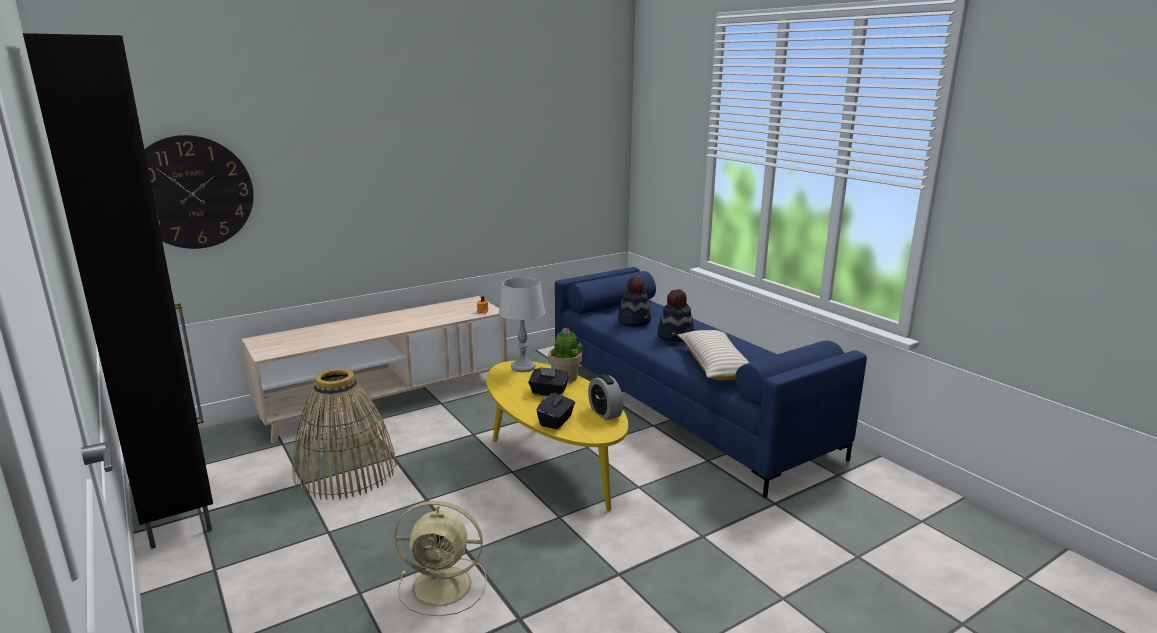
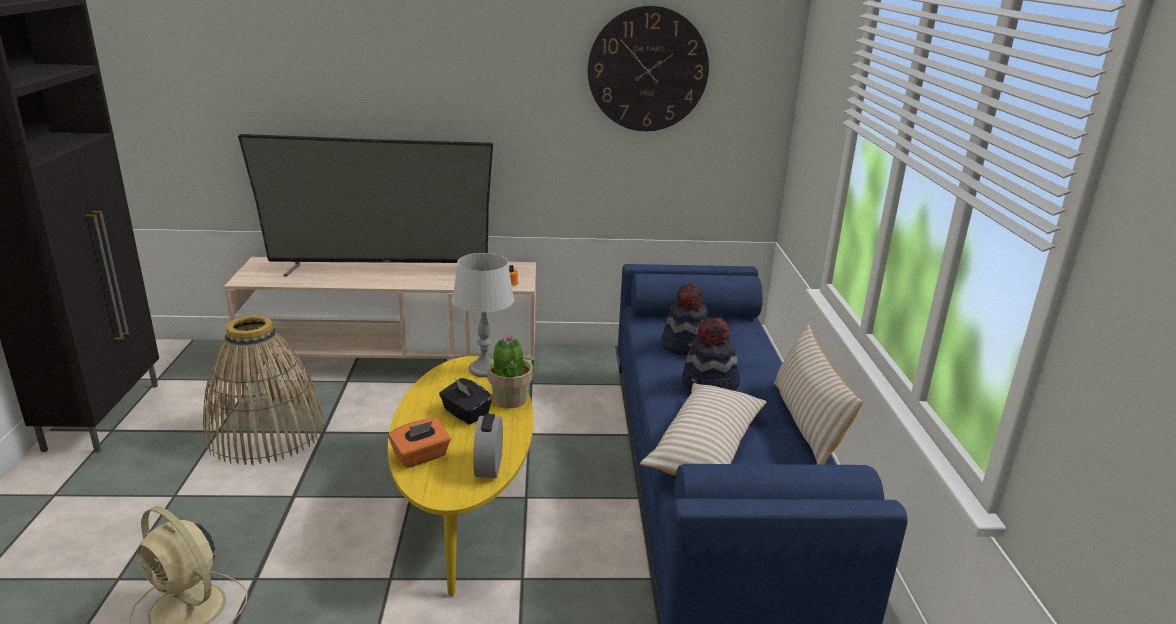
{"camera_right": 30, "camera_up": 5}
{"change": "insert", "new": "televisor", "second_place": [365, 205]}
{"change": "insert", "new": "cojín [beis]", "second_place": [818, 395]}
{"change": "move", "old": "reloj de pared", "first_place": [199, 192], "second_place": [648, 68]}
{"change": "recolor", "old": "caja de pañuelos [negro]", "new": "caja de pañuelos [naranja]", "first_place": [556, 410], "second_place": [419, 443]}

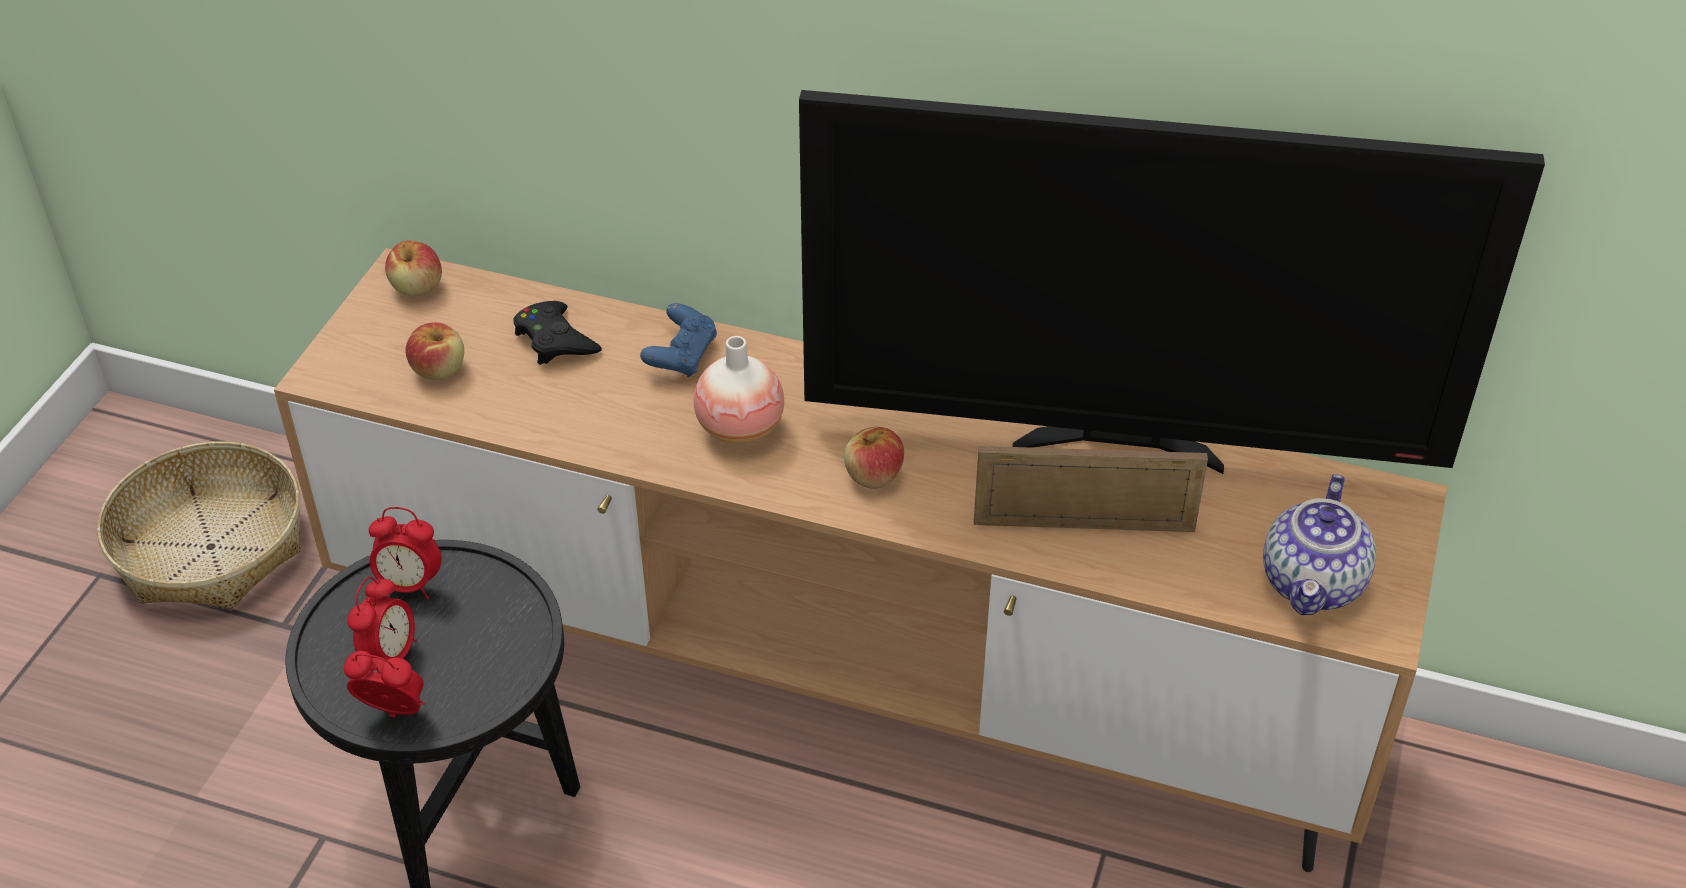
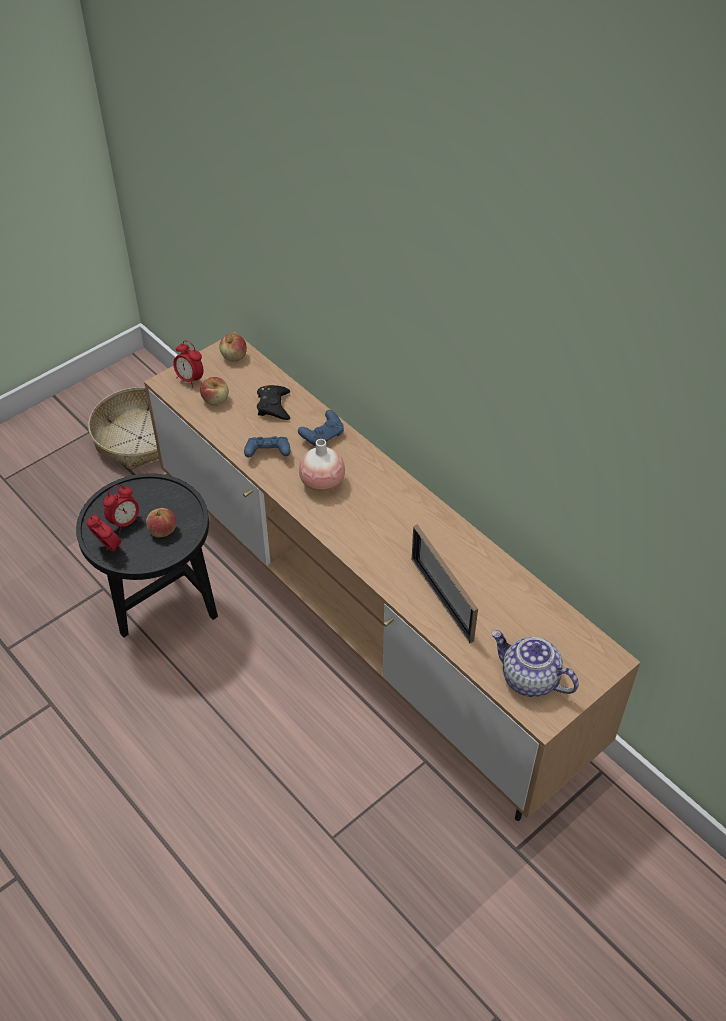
{"camera_right": 30, "camera_up": 5}
{"change": "delete", "old": "televisor", "first_place": [1172, 282]}
{"change": "insert", "new": "mando de consola [azul]", "second_place": [267, 446]}
{"change": "move", "old": "despertador", "first_place": [405, 553], "second_place": [188, 364]}
{"change": "move", "old": "manzana", "first_place": [874, 458], "second_place": [161, 523]}
{"change": "rotate", "old": "portarretratos", "first_place": [1091, 489], "second_place": [445, 583], "degrees": -150}
{"change": "rotate", "old": "tetera", "first_place": [1319, 544], "second_place": [535, 663], "degrees": 75}

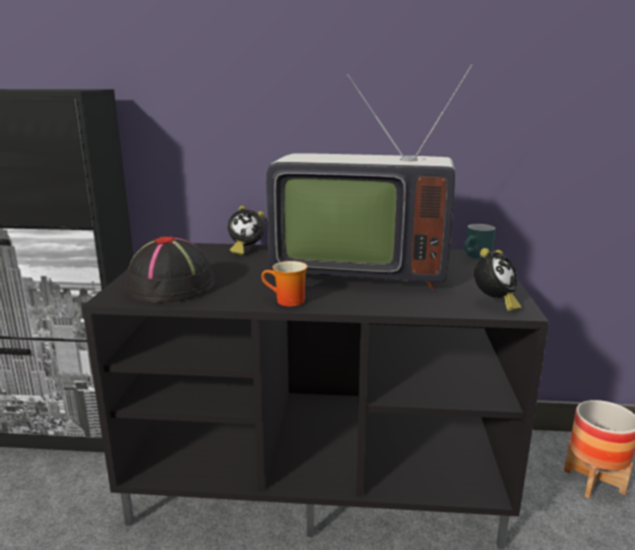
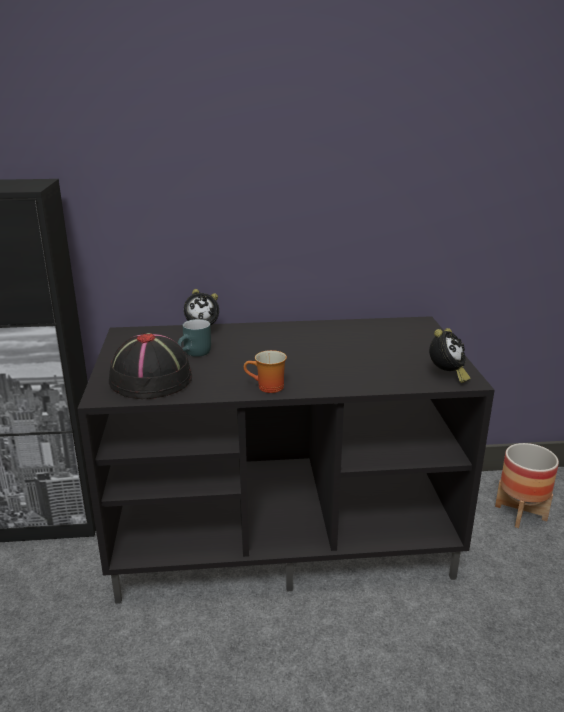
{"camera_right": -10, "camera_up": 5}
{"change": "delete", "old": "televisor", "first_place": [369, 177]}
{"change": "move", "old": "taza grande [turquesa]", "first_place": [480, 241], "second_place": [194, 338]}

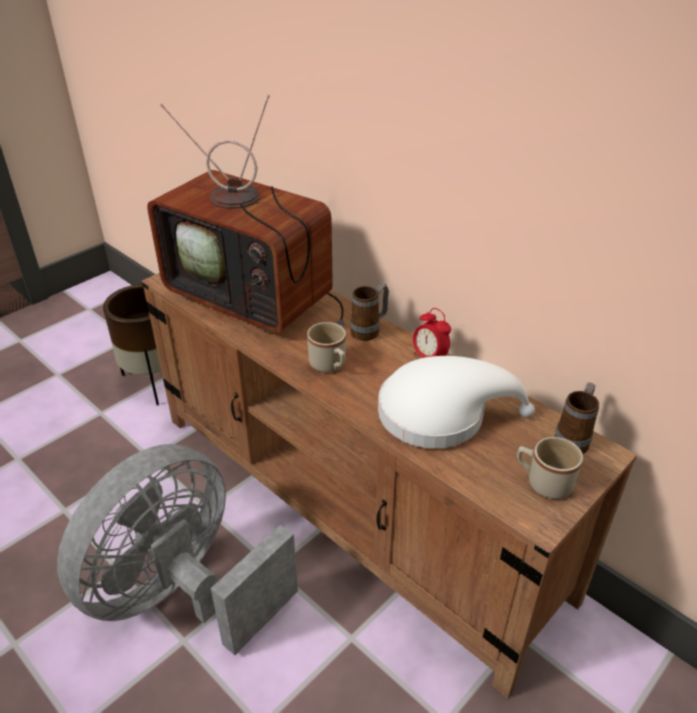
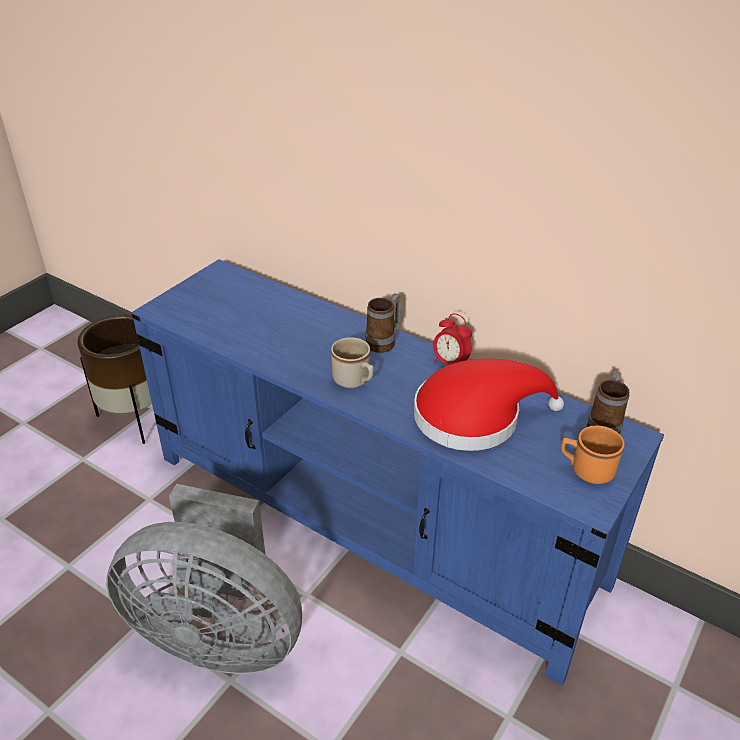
{"camera_right": -10, "camera_up": 0}
{"change": "delete", "old": "televisor", "first_place": [245, 214]}
{"change": "recolor", "old": "mueble de televisión [marrón]", "new": "mueble de televisión [azul]", "first_place": [389, 486], "second_place": [397, 472]}
{"change": "recolor", "old": "sombrero [blanco]", "new": "sombrero [rojo]", "first_place": [456, 402], "second_place": [489, 405]}
{"change": "recolor", "old": "taza grande [beis]", "new": "taza grande [naranja]", "first_place": [550, 468], "second_place": [593, 455]}
{"change": "rotate", "old": "ventilador [gris]", "first_place": [177, 549], "second_place": [204, 579], "degrees": -105}

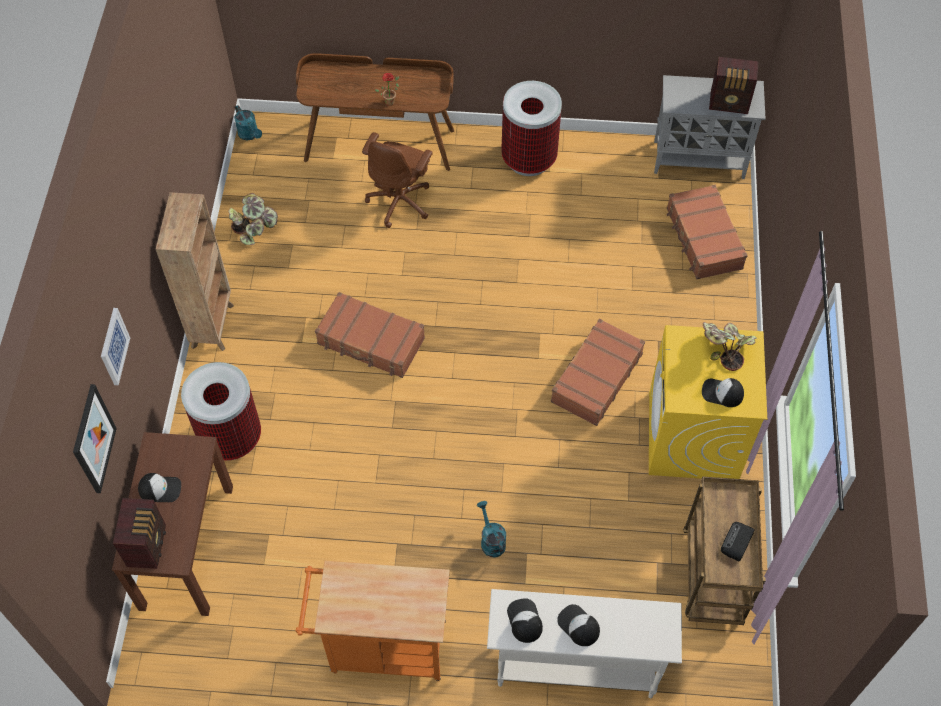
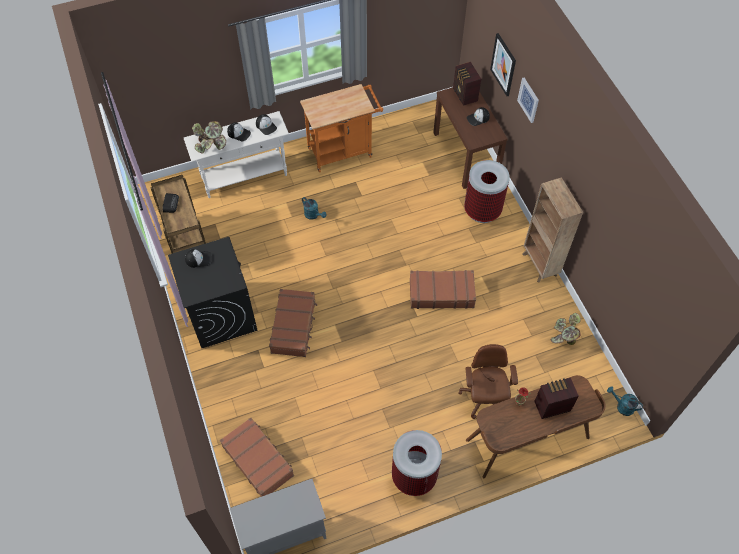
{"camera_right": 155, "camera_up": 0}
{"change": "move", "old": "planta en maceta", "first_place": [730, 346], "second_place": [209, 137]}
{"change": "move", "old": "radio", "first_place": [733, 85], "second_place": [556, 398]}
{"change": "recolor", "old": "lavadora [amarillo]", "new": "lavadora [negro]", "first_place": [708, 402], "second_place": [212, 292]}

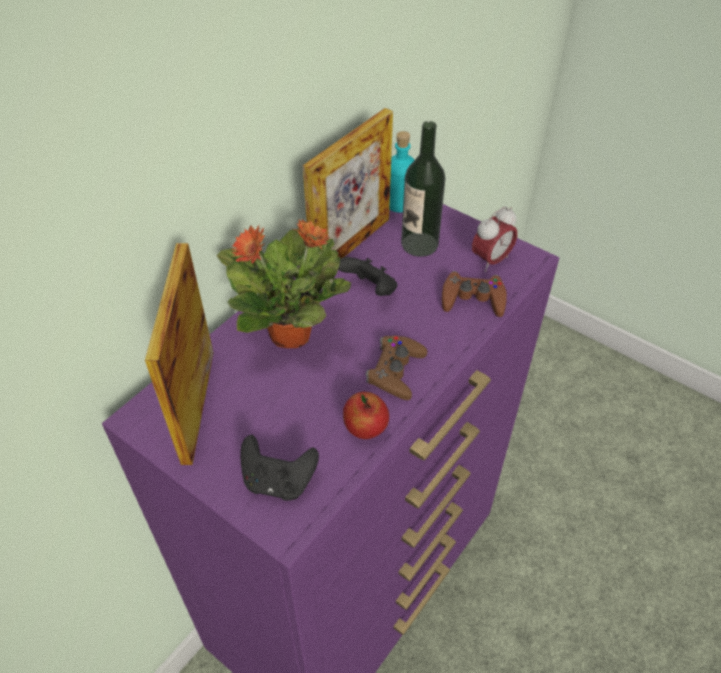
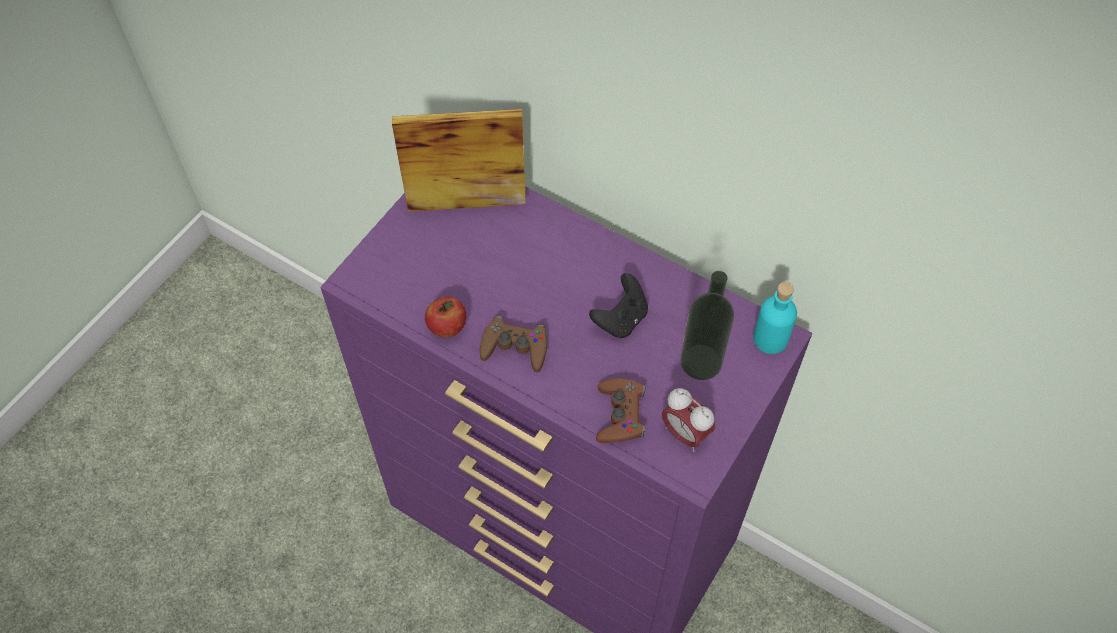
{"camera_right": 85, "camera_up": 10}
{"change": "delete", "old": "planta en maceta", "first_place": [284, 283]}
{"change": "delete", "old": "mando de consola [negro]", "first_place": [279, 468]}
{"change": "delete", "old": "portarretratos", "first_place": [348, 183]}

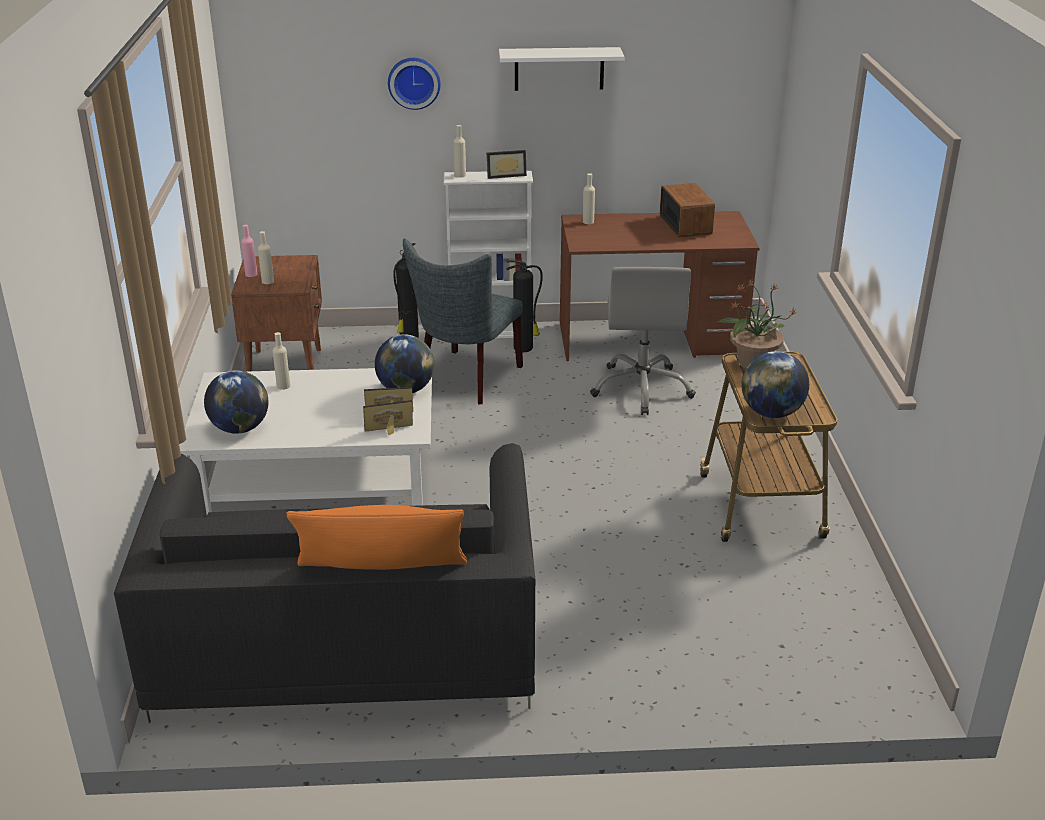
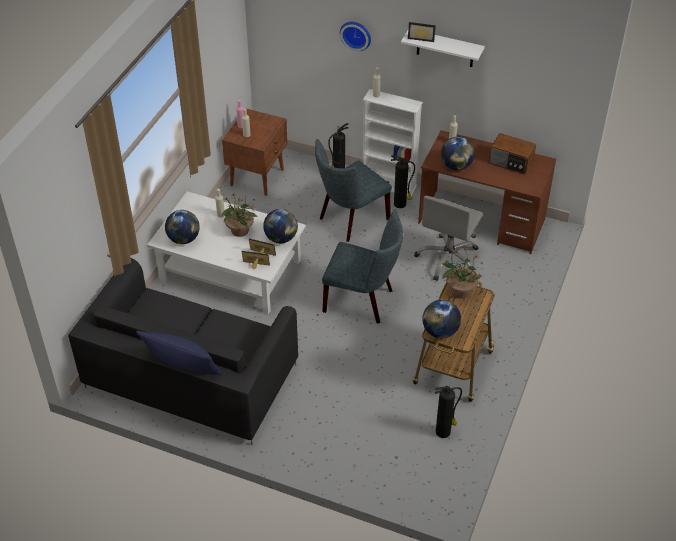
{"camera_right": 25, "camera_up": 15}
{"change": "insert", "new": "planta en maceta", "second_place": [240, 215]}
{"change": "insert", "new": "silla [gris]", "second_place": [362, 267]}
{"change": "insert", "new": "extintor", "second_place": [448, 412]}
{"change": "insert", "new": "globo terráqueo", "second_place": [458, 153]}
{"change": "move", "old": "portarretratos", "first_place": [507, 164], "second_place": [422, 32]}
{"change": "recolor", "old": "cojín [naranja]", "new": "cojín [azul]", "first_place": [376, 537], "second_place": [178, 353]}
{"change": "rotate", "old": "radio", "first_place": [687, 210], "second_place": [512, 153], "degrees": 105}

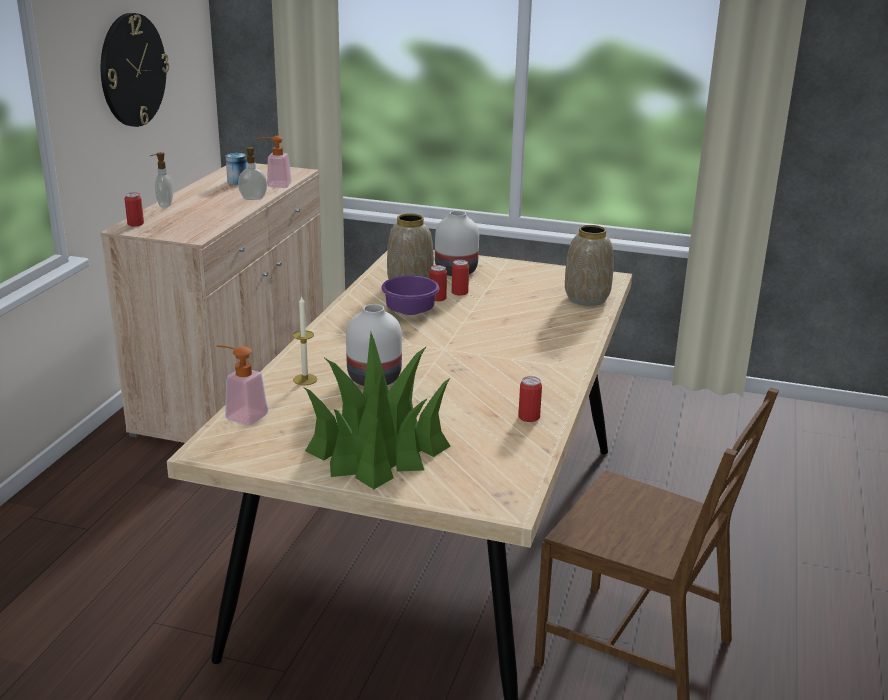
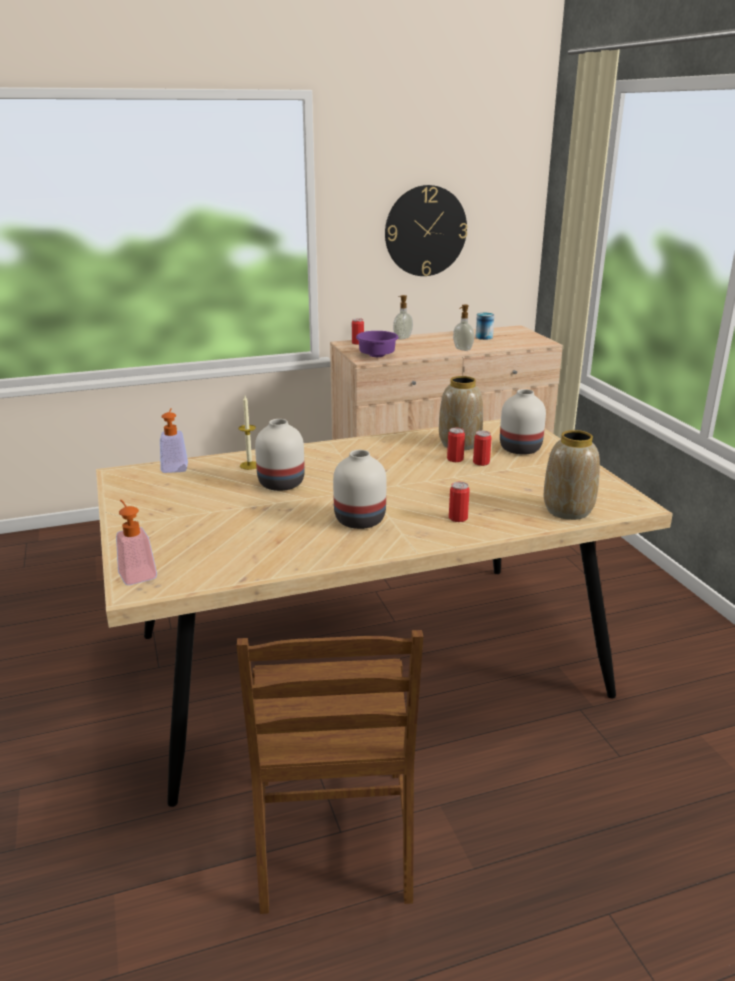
{"camera_right": 55, "camera_up": 0}
{"change": "delete", "old": "planta en maceta", "first_place": [376, 410]}
{"change": "insert", "new": "florero [blanco]", "second_place": [359, 489]}
{"change": "move", "old": "dispensador de jabón", "first_place": [274, 162], "second_place": [136, 542]}
{"change": "move", "old": "cuenco [morado]", "first_place": [410, 295], "second_place": [377, 344]}
{"change": "move", "old": "lata", "first_place": [530, 399], "second_place": [459, 502]}

